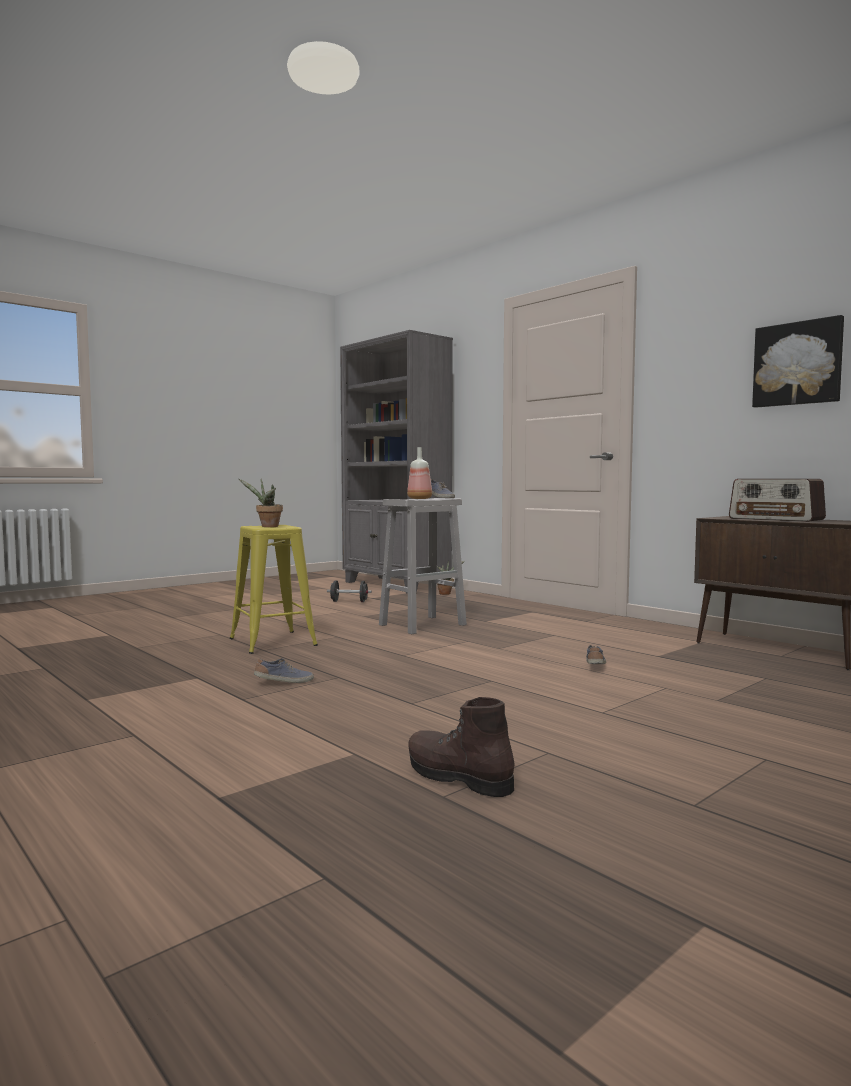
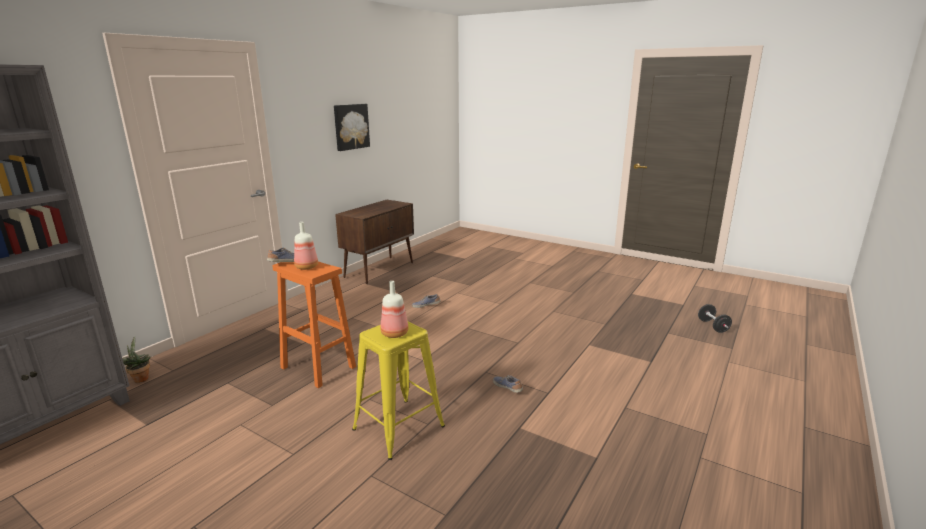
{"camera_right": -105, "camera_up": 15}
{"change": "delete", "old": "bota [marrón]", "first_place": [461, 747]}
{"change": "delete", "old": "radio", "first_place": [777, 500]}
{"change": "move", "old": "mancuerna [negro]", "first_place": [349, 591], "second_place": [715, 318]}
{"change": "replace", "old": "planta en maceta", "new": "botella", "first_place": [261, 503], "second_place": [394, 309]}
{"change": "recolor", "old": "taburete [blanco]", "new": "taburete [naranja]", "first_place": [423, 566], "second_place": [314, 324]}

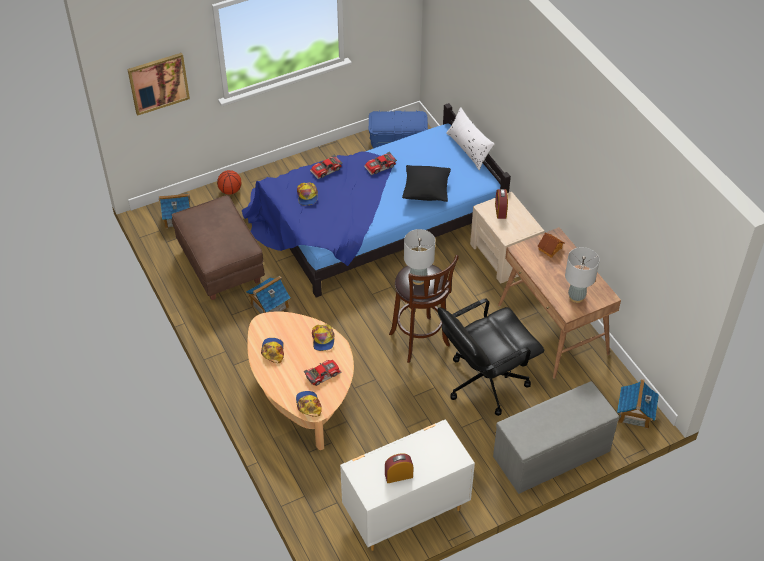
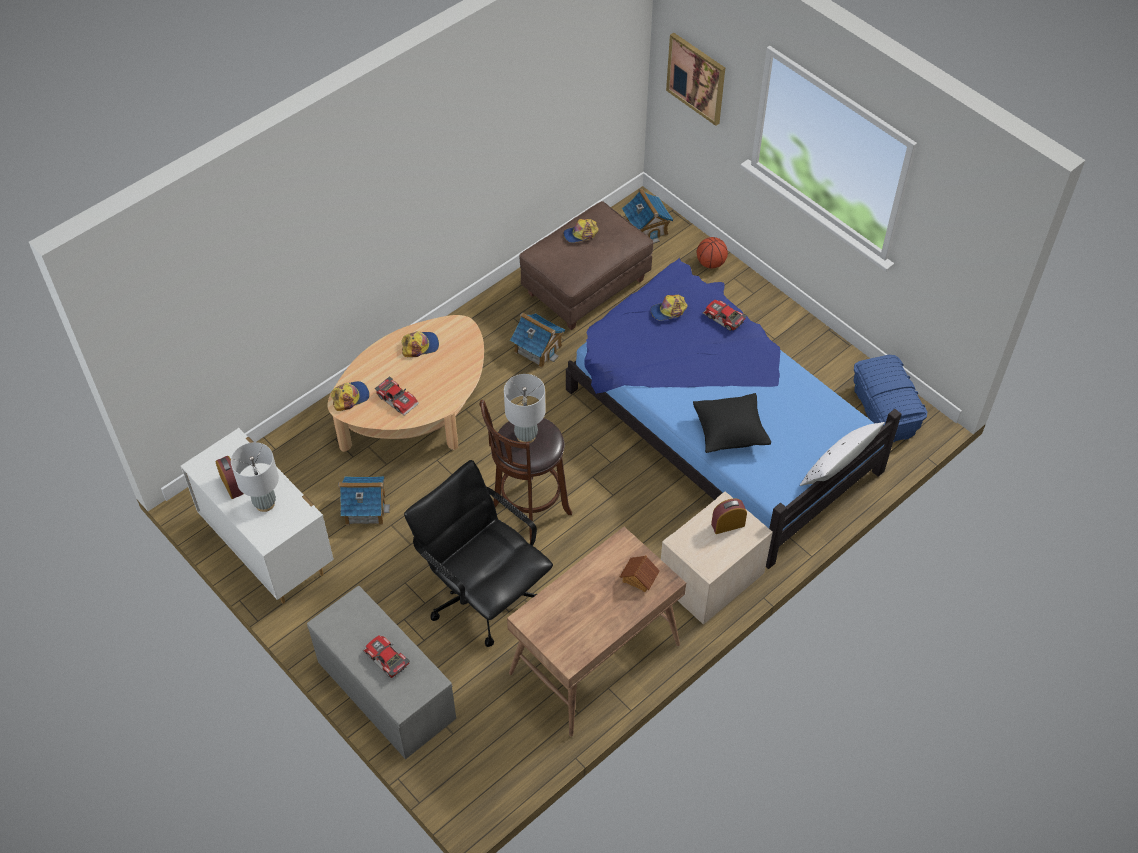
{"camera_right": 75, "camera_up": 5}
{"change": "move", "old": "gorra", "first_place": [323, 337], "second_place": [581, 231]}
{"change": "move", "old": "coche de juguete", "first_place": [380, 163], "second_place": [386, 657]}
{"change": "move", "old": "lámpara de mesa [gris]", "first_place": [582, 275], "second_place": [255, 477]}
{"change": "move", "old": "casita", "first_place": [638, 404], "second_place": [364, 500]}

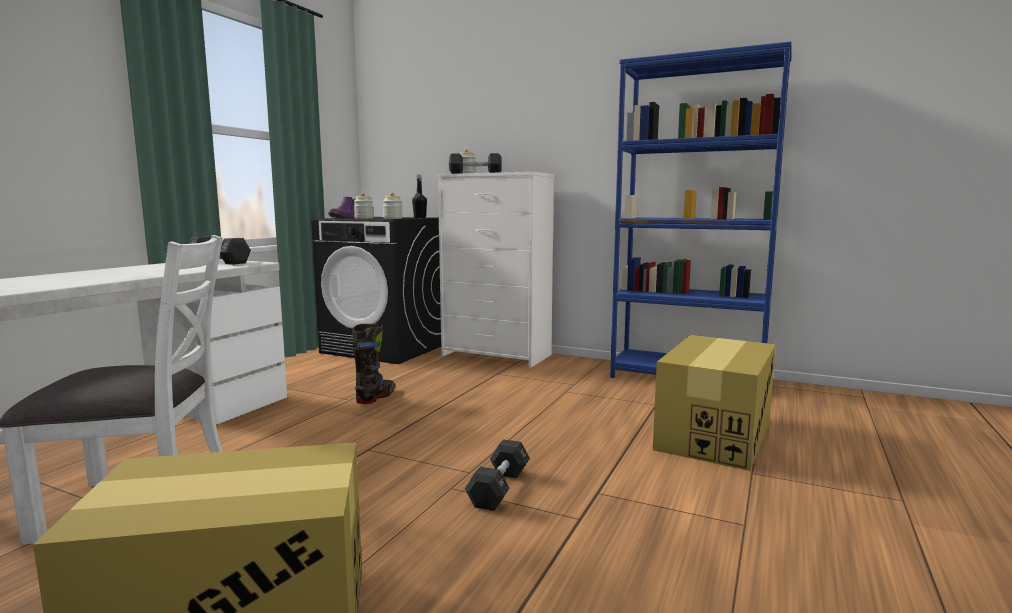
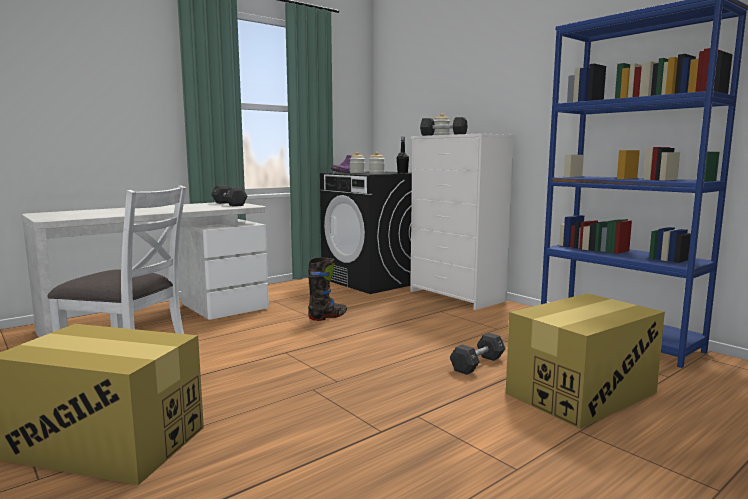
{"camera_right": 25, "camera_up": 0}
{"change": "move", "old": "mancuerna [negro]", "first_place": [497, 475], "second_place": [478, 354]}

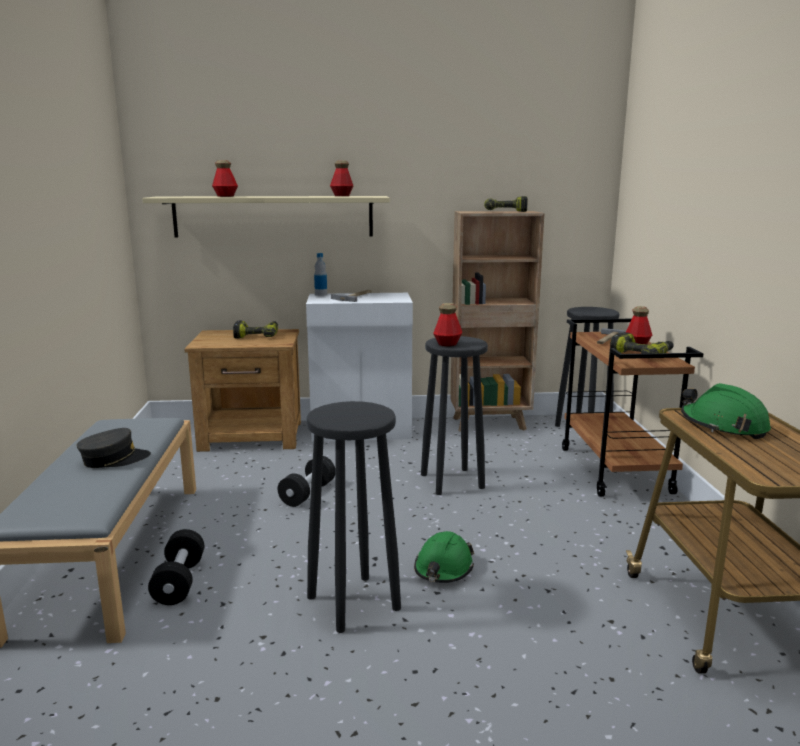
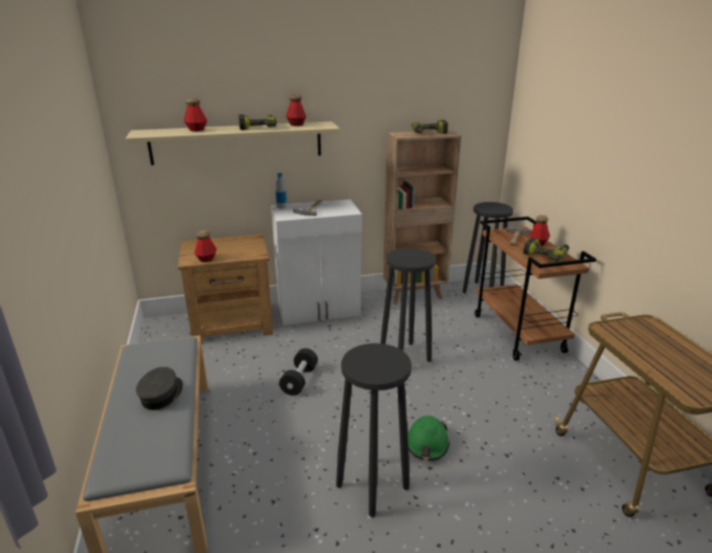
{"camera_right": -10, "camera_up": 10}
{"change": "delete", "old": "mancuerna [negro]", "first_place": [176, 567]}
{"change": "delete", "old": "casco [verde]", "first_place": [726, 411]}
{"change": "move", "old": "taladro", "first_place": [255, 329], "second_place": [258, 122]}
{"change": "move", "old": "botella", "first_place": [447, 325], "second_place": [205, 246]}
{"change": "rotate", "old": "gorra [gris]", "first_place": [113, 448], "second_place": [159, 388], "degrees": -45}

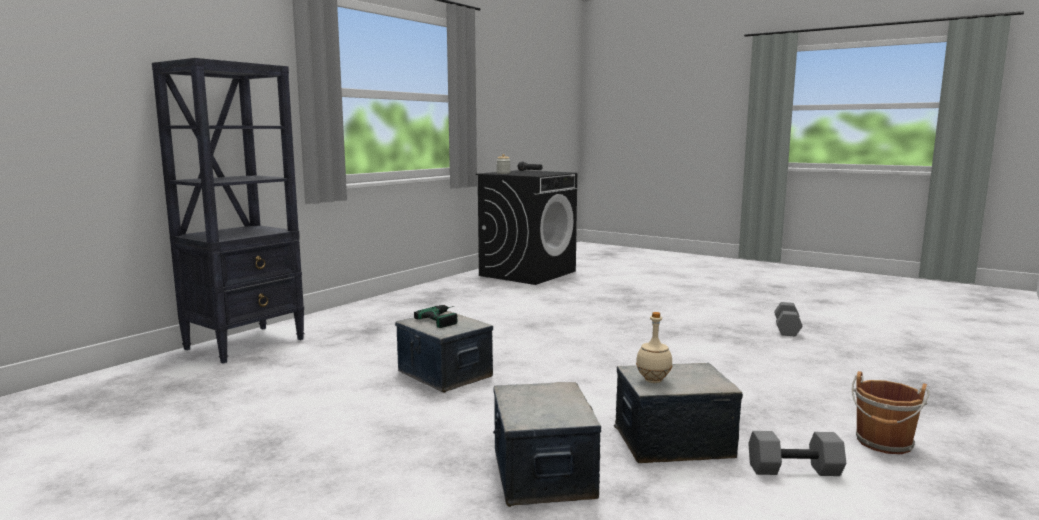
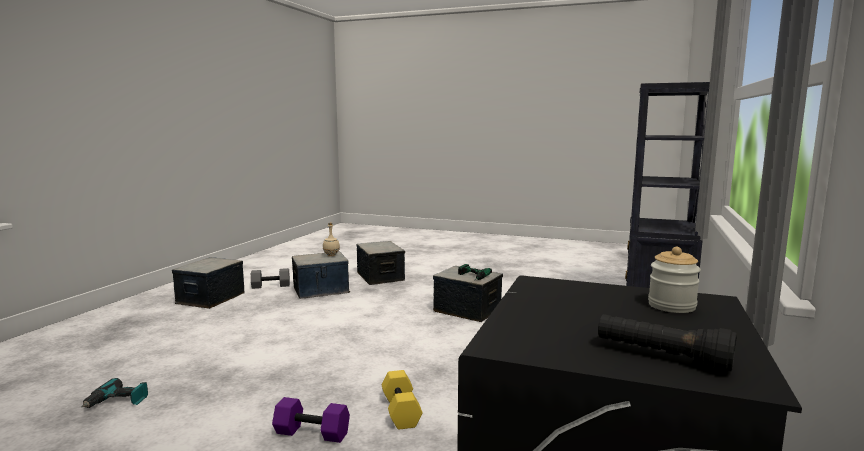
{"camera_right": 165, "camera_up": 0}
{"change": "insert", "new": "mancuerna [morado]", "second_place": [311, 420]}
{"change": "insert", "new": "mancuerna [amarillo]", "second_place": [402, 400]}
{"change": "replace", "old": "mancuerna [gris]", "new": "taladro", "first_place": [788, 319], "second_place": [115, 393]}
{"change": "replace", "old": "cubo [marrón]", "new": "caja de almacenaje", "first_place": [890, 412], "second_place": [208, 283]}

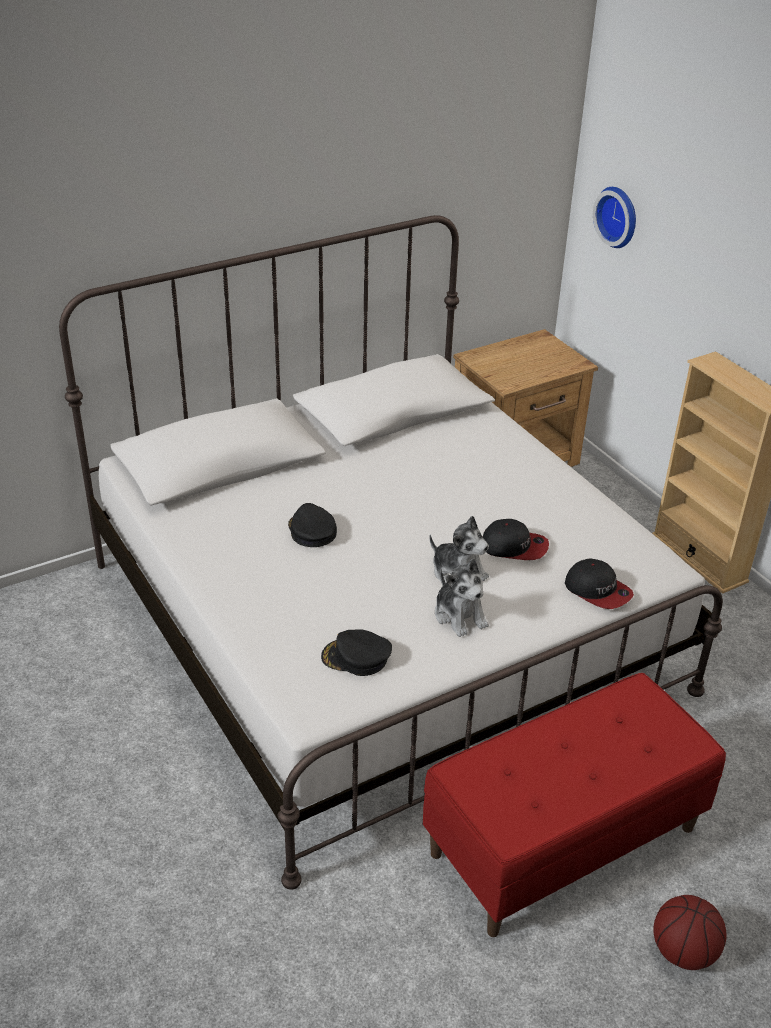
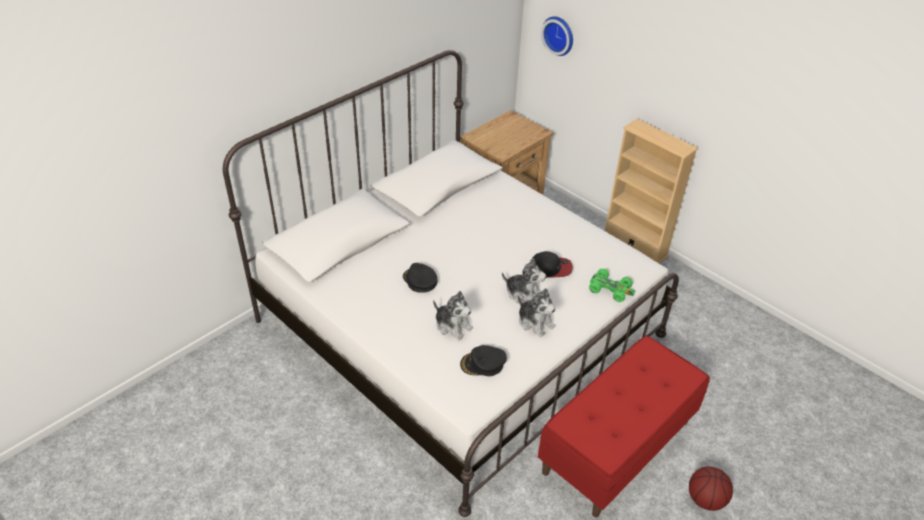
{"camera_right": -15, "camera_up": 5}
{"change": "insert", "new": "peluche", "second_place": [453, 315]}
{"change": "replace", "old": "gorra", "new": "coche de juguete [verde]", "first_place": [599, 583], "second_place": [612, 285]}

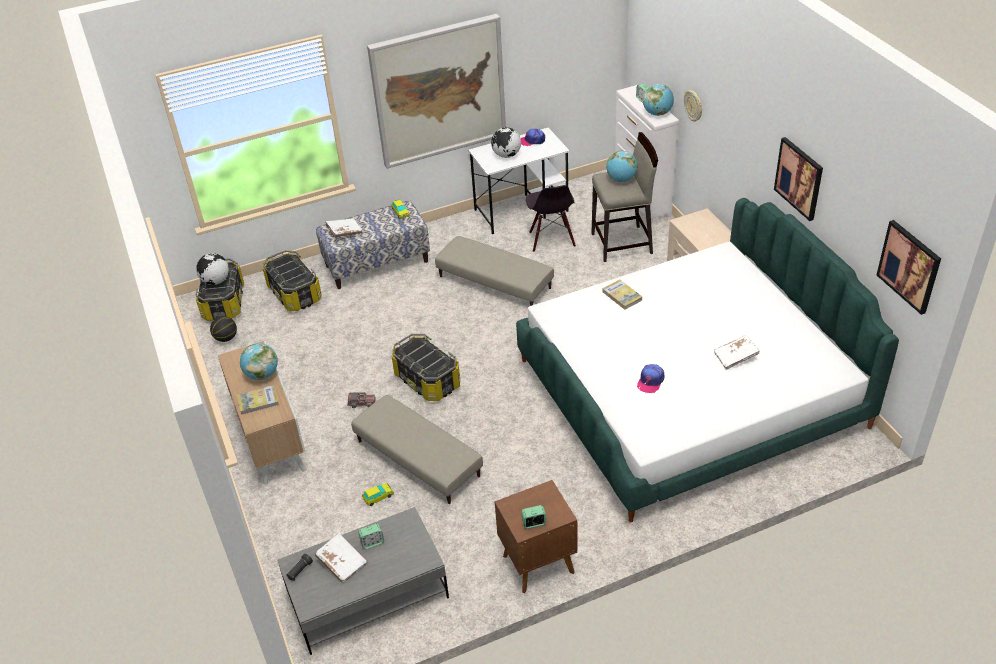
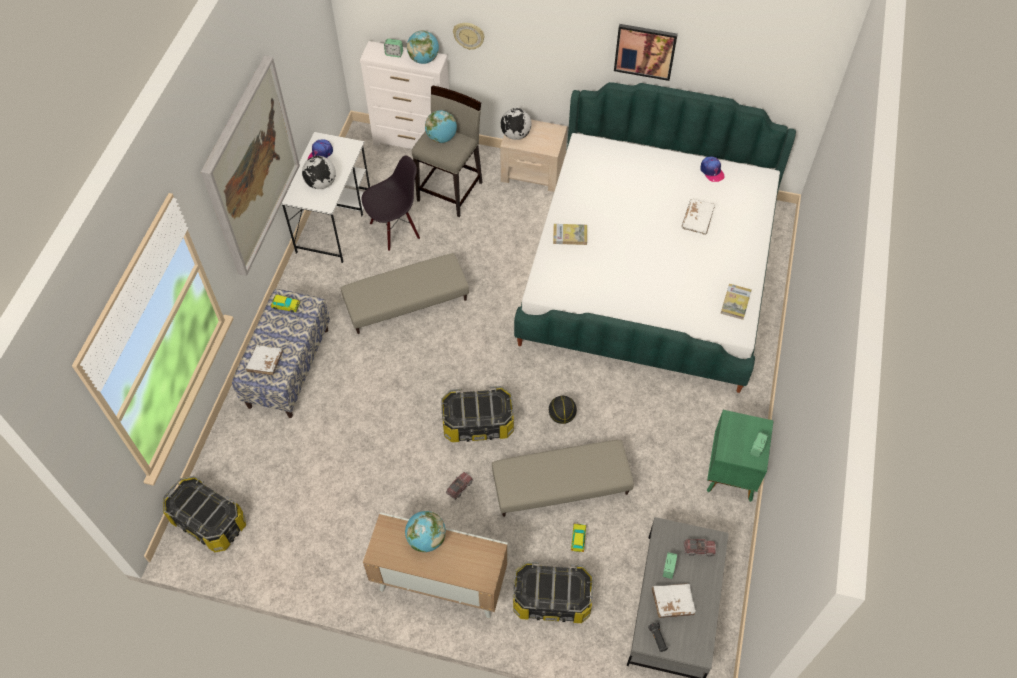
{"camera_right": -55, "camera_up": 15}
{"change": "delete", "old": "cuadro", "first_place": [909, 267]}
{"change": "insert", "new": "camión de juguete", "second_place": [700, 547]}
{"change": "move", "old": "globo terráqueo", "first_place": [212, 269], "second_place": [516, 124]}
{"change": "move", "old": "balón de baloncesto", "first_place": [223, 329], "second_place": [563, 410]}
{"change": "move", "old": "libro", "first_place": [258, 400], "second_place": [736, 302]}
{"change": "move", "old": "caja de almacenaje", "first_place": [292, 280], "second_place": [553, 592]}
{"change": "move", "old": "gorra", "first_place": [650, 378], "second_place": [712, 169]}
{"change": "recolor", "old": "mesita de noche [marrón]", "new": "mesita de noche [verde]", "first_place": [536, 536], "second_place": [740, 456]}
{"change": "rotate", "old": "silla [negro]", "first_place": [551, 218], "second_place": [391, 203], "degrees": -60}

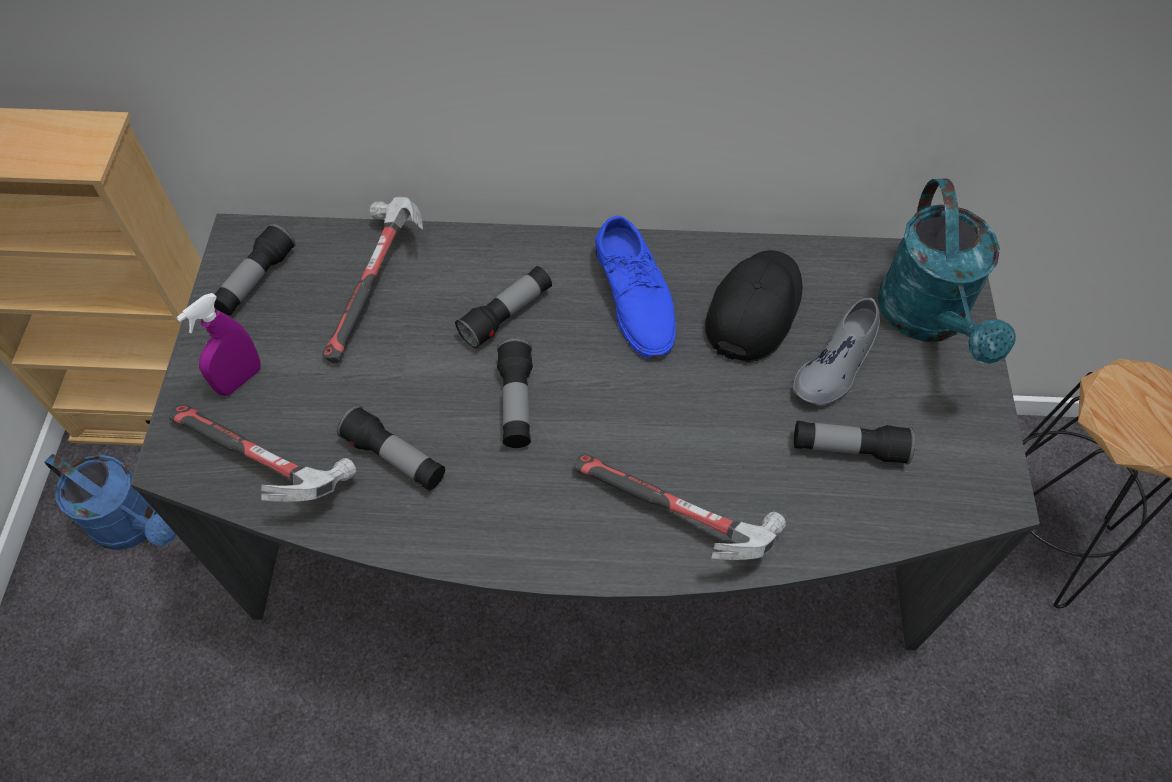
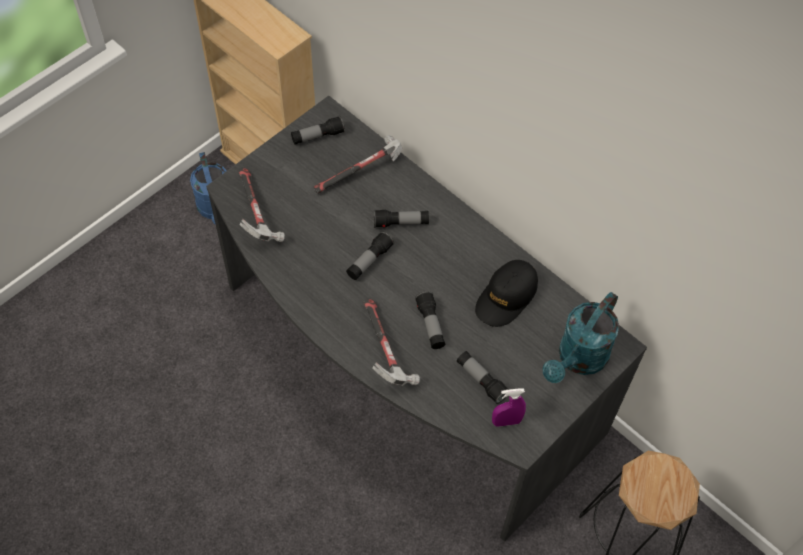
{"camera_right": 40, "camera_up": 0}
{"change": "delete", "old": "zapato [azul]", "first_place": [635, 287]}
{"change": "delete", "old": "zapato [gris]", "first_place": [836, 352]}
{"change": "move", "old": "pulverizador [morado]", "first_place": [218, 344], "second_place": [509, 407]}
{"change": "move", "old": "linterna", "first_place": [391, 448], "second_place": [430, 320]}
{"change": "rotate", "old": "gorra [negro]", "first_place": [753, 306], "second_place": [506, 293], "degrees": 150}

